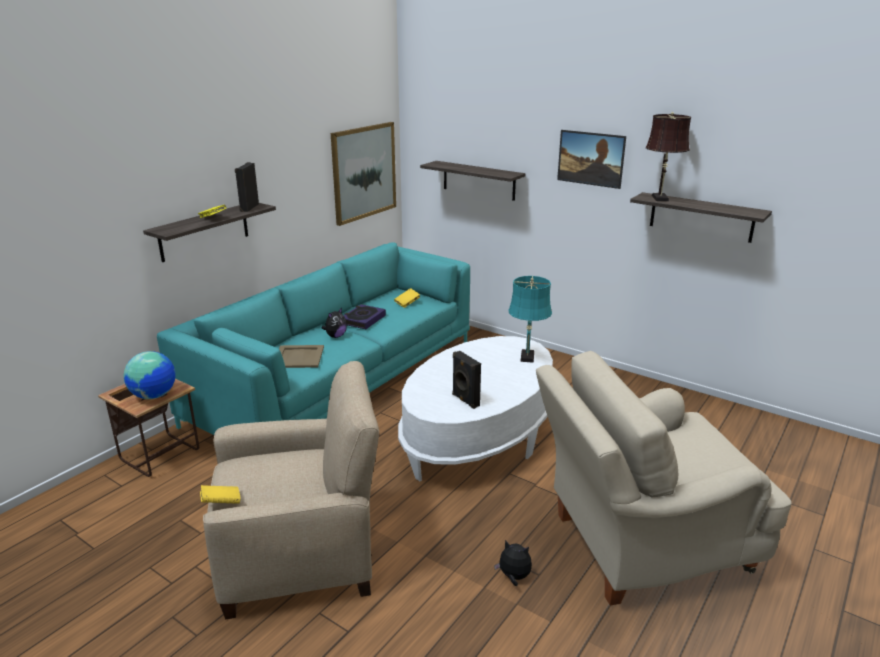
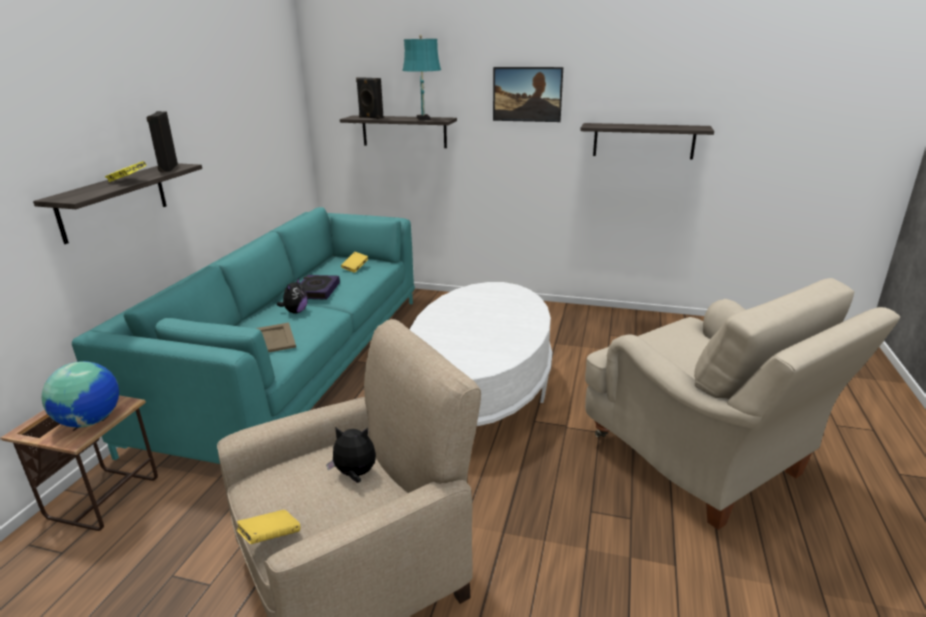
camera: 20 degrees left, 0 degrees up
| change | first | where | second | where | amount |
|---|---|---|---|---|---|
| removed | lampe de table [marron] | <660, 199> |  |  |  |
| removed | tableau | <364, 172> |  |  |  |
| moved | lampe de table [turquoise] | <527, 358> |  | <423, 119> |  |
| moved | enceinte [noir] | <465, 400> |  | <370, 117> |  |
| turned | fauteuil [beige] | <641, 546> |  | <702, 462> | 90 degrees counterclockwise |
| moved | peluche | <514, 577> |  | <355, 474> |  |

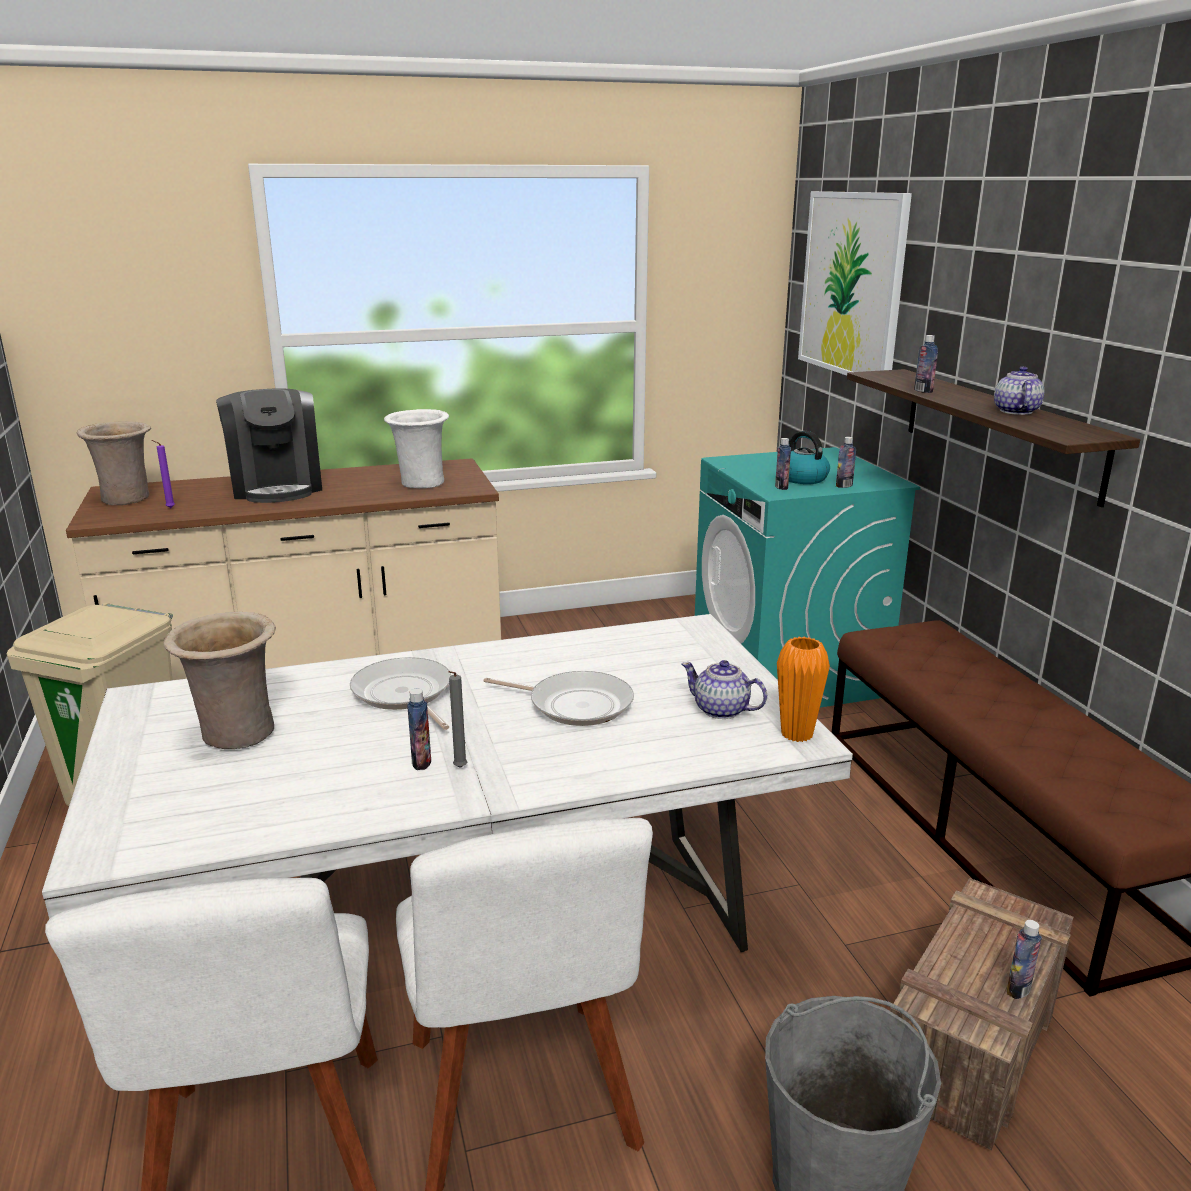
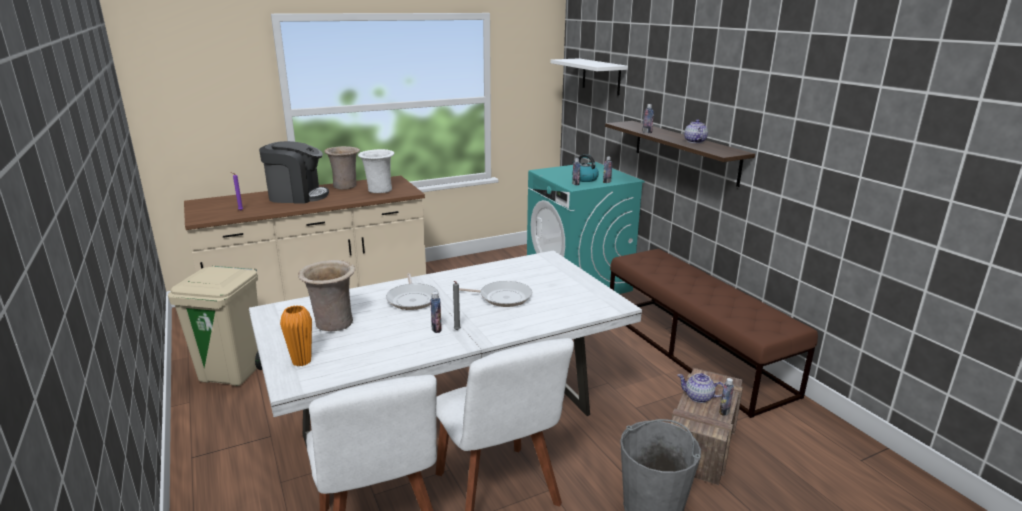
camera: 10 degrees left, 0 degrees up
| change | first | where | second | where | amount |
|---|---|---|---|---|---|
| replaced | tableau | <852, 285> | étagère [blanc] | <601, 76> |  |
| turned | machine à café | <277, 487> |  | <297, 196> | 60 degrees counterclockwise |
| moved | vase [beige] | <128, 499> |  | <346, 186> |  |
| moved | vase [orange] | <797, 734> |  | <301, 361> |  |
| turned | poêle | <404, 694> |  | <413, 299> | 150 degrees counterclockwise |
| moved | théière | <721, 710> |  | <699, 397> |  |

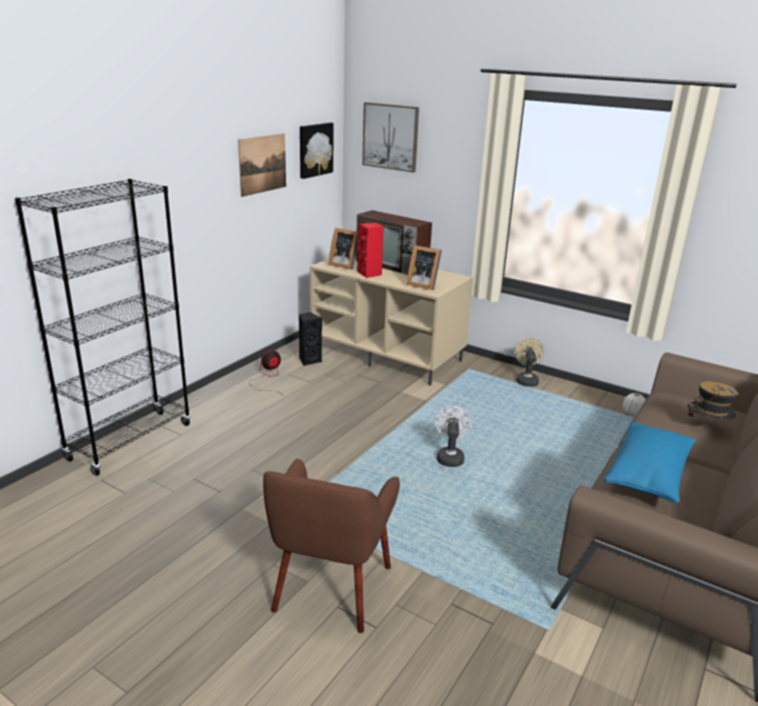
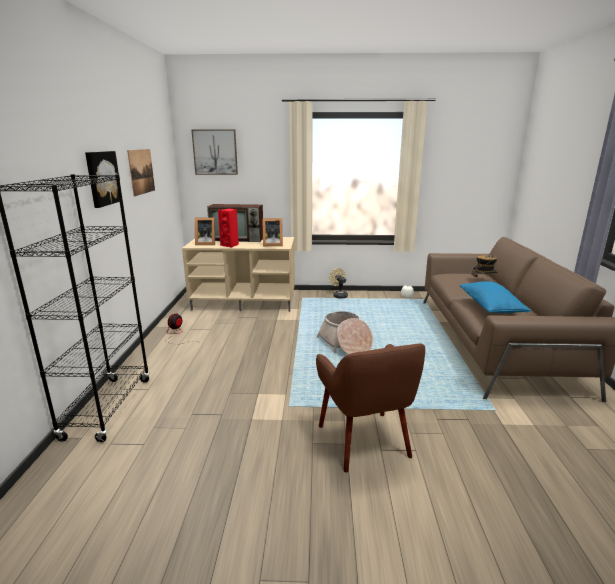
camera: 30 degrees left, 5 degrees down
| change | first | where | second | where | amount |
|---|---|---|---|---|---|
| moved | tableau | <314, 149> |  | <102, 178> |  |
| removed | enceinte [noir] | <309, 360> |  |  |  |
| replaced | ventilateur [blanc] | <450, 457> | panier | <345, 344> |  |

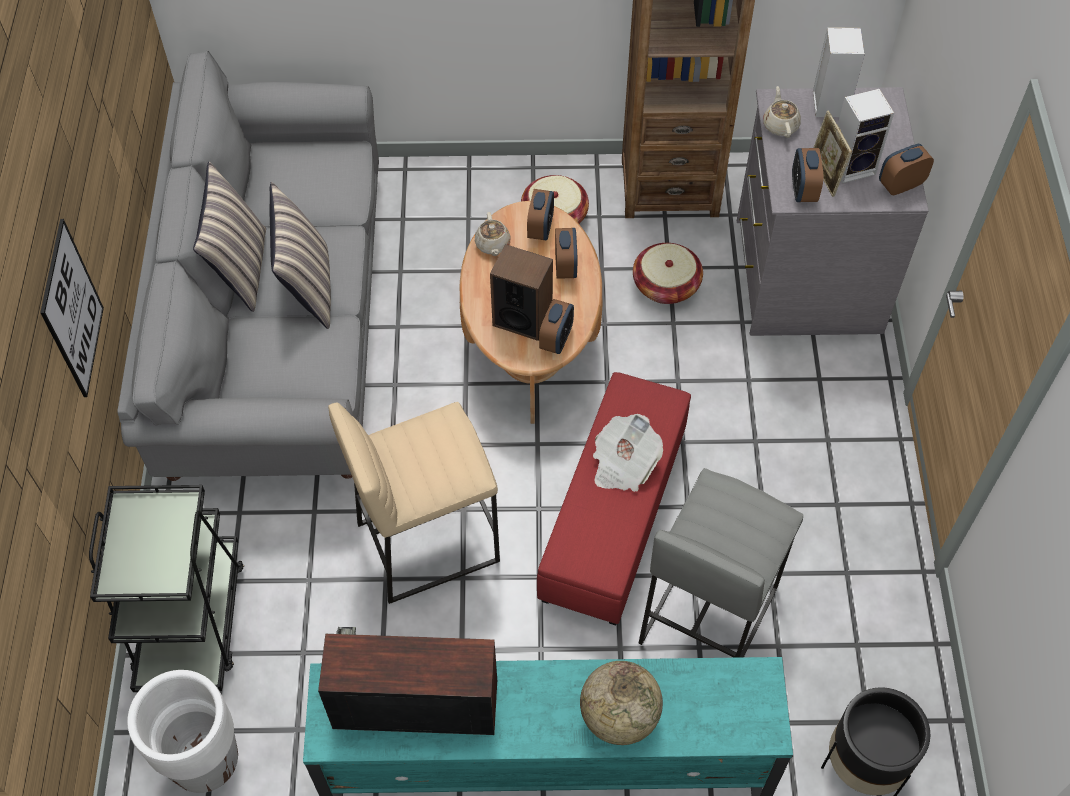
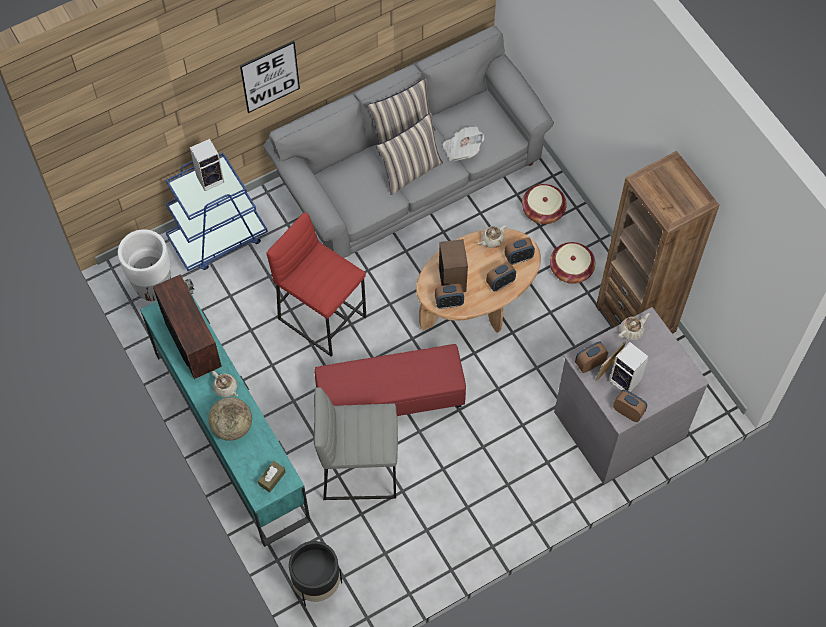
camera: 60 degrees right, 5 degrees up
| change | first | where | second | where | amount |
|---|---|---|---|---|---|
| moved | enceinte | <829, 102> |  | <211, 178> |  |
| moved | panier | <666, 285> |  | <543, 210> |  |
| recoloured | tabouret [beige] | <427, 541> | tabouret [rouge] | <322, 317> |  |
| moved | journal | <623, 464> |  | <462, 149> |  |
| recoloured | chariot [noir] | <191, 620> | chariot [bleu] | <218, 238> |  |
| added |  |  | théière [beige] | <226, 388> |  |
| added |  |  | boîte à mouchoirs [marron] | <272, 478> |  |

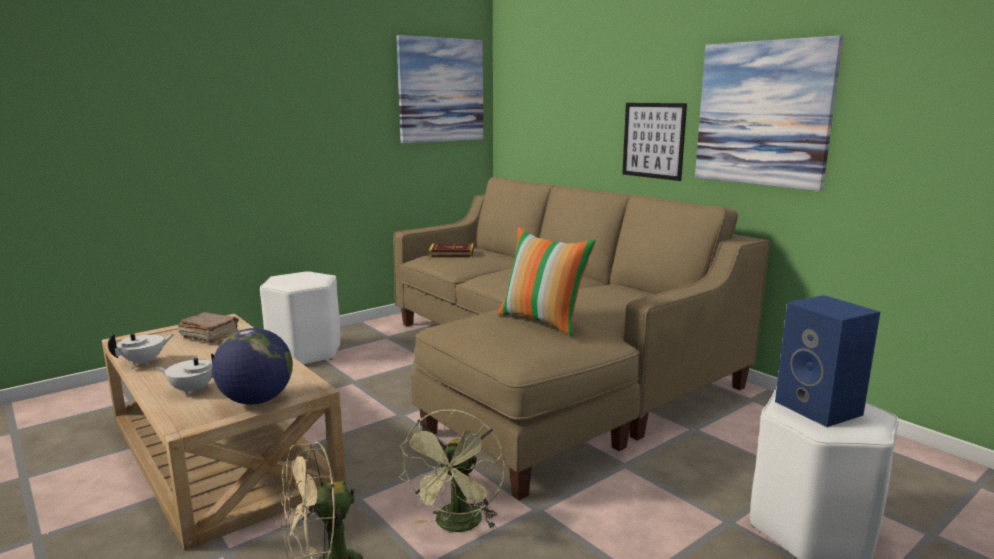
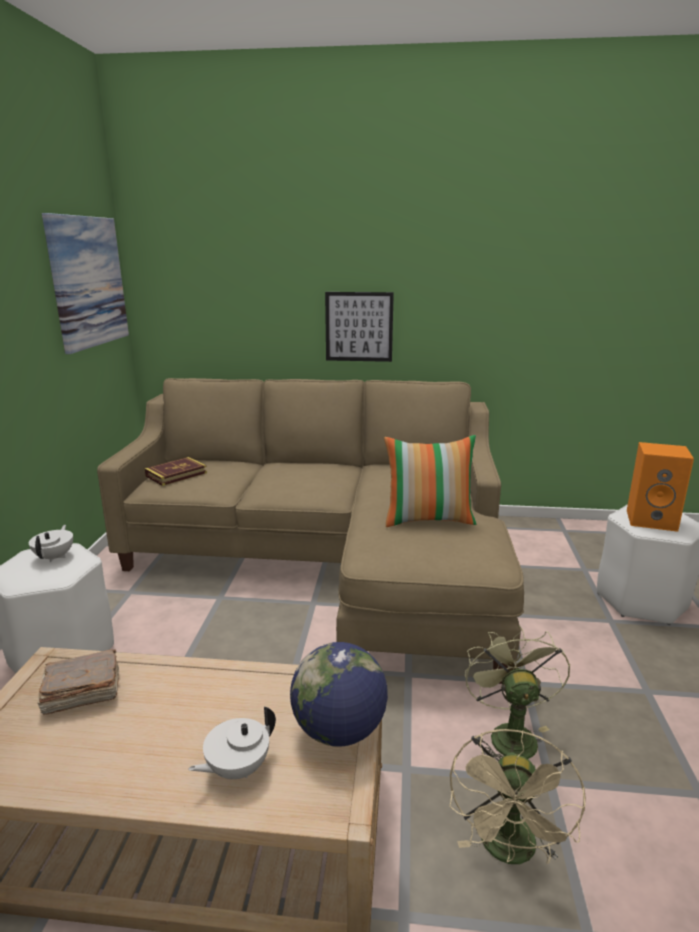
camera: 45 degrees left, 5 degrees up
| change | first | where | second | where | amount |
|---|---|---|---|---|---|
| removed | tableau | <763, 114> |  |  |  |
| recoloured | enceinte [bleu] | <820, 408> | enceinte [orange] | <652, 520> |  |
| moved | théière [blanc] | <144, 362> |  | <55, 557> |  |
| turned | ventilateur [vert] | <457, 526> |  | <508, 733> | 150 degrees counterclockwise |

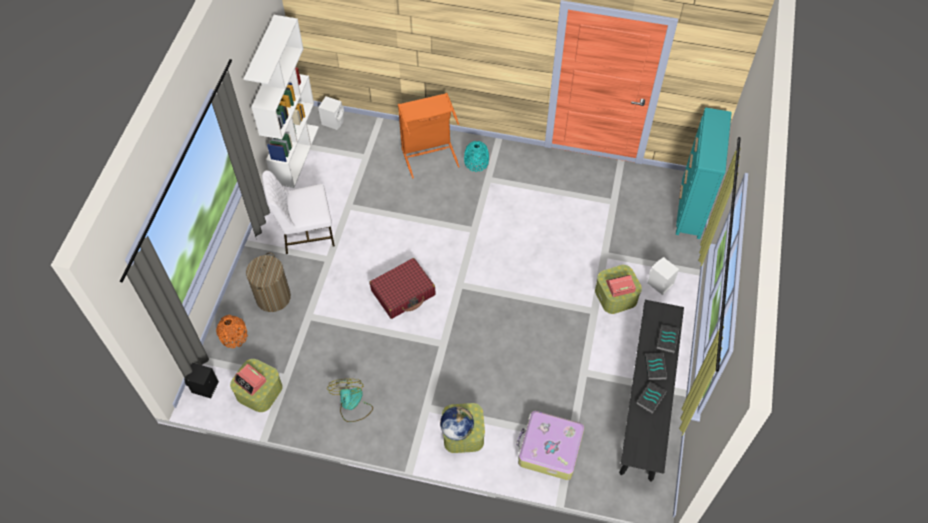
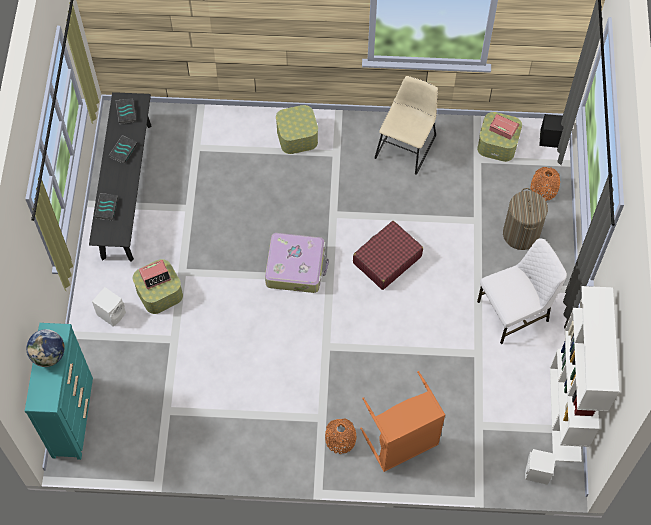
camera: 170 degrees right, 5 degrees up
| change | first | where | second | where | amount |
|---|---|---|---|---|---|
| recoloured | vase [turquoise] | <476, 162> | vase [orange] | <340, 439> |  |
| moved | livre | <655, 368> |  | <125, 112> |  |
| replaced | ventilateur | <352, 404> | chaise [beige] | <406, 145> |  |
| moved | globe | <456, 429> |  | <49, 355> |  |
| moved | valise | <549, 449> |  | <296, 267> |  |

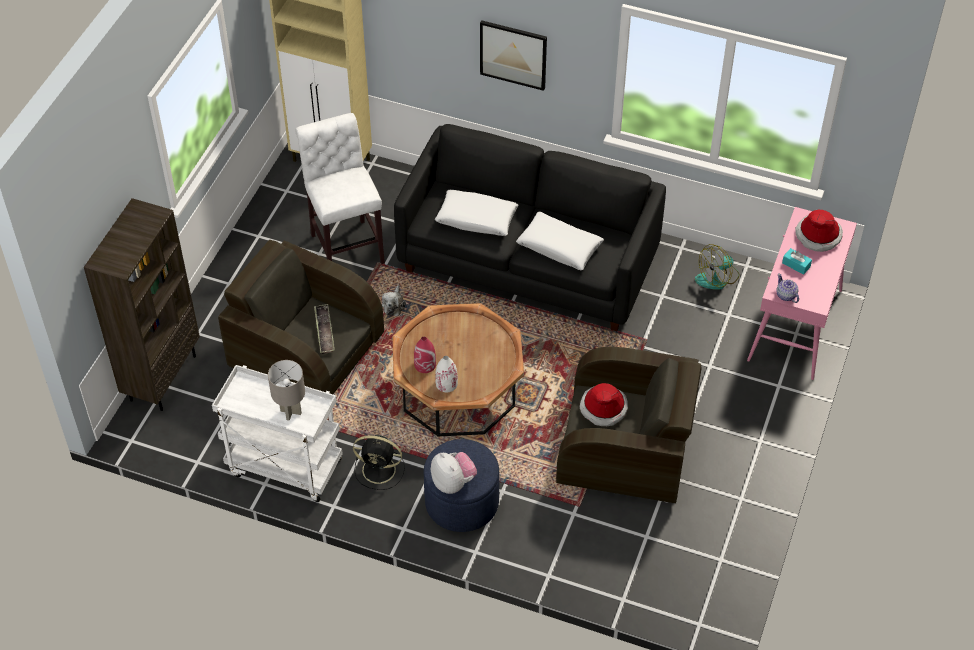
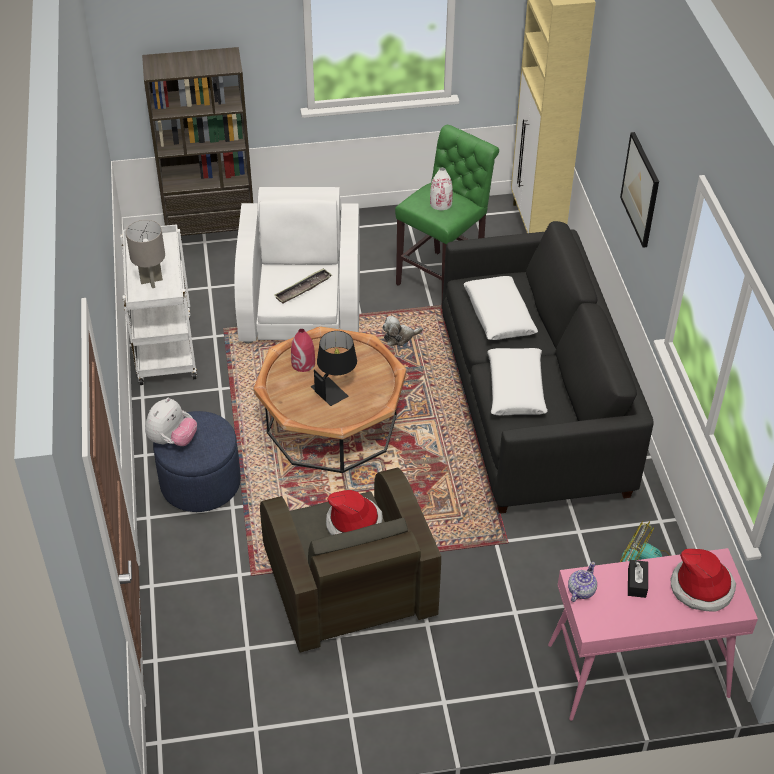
camera: 60 degrees right, 5 degrees down
| change | first | where | second | where | amount |
|---|---|---|---|---|---|
| recoloured | tabouret [blanc] | <346, 246> | tabouret [vert] | <443, 277> |  |
| recoloured | fauteuil [marron] | <305, 352> | fauteuil [blanc] | <301, 306> |  |
| recoloured | boîte à mouchoirs [turquoise] | <796, 265> | boîte à mouchoirs [noir] | <636, 583> |  |
| moved | vase [blanc] | <446, 383> |  | <441, 203> |  |
| removed | ventilateur [noir] | <380, 470> |  |  |  |
| added |  |  | lampe de table [noir] | <335, 387> |  |

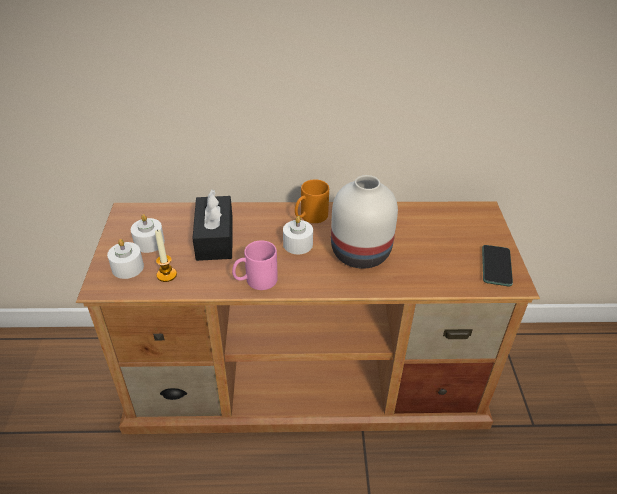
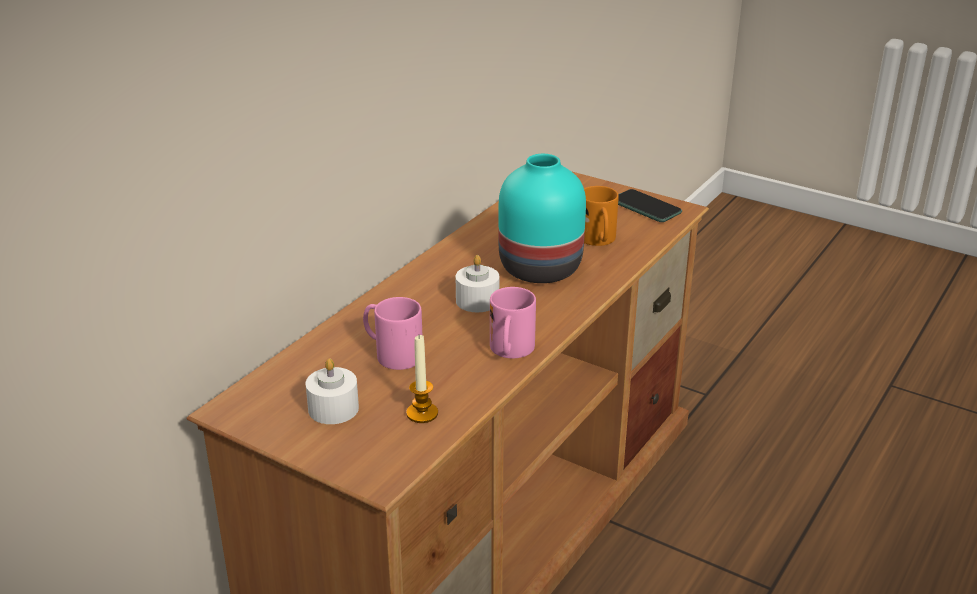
camera: 55 degrees left, 10 degrees down
| change | first | where | second | where | amount |
|---|---|---|---|---|---|
| recoloured | vase [blanc] | <359, 254> | vase [turquoise] | <541, 269> |  |
| moved | mug [orange] | <310, 217> |  | <599, 240> |  |
| replaced | boîte à mouchoirs [noir] | <215, 238> | mug [rose] | <391, 354> |  |
| removed | bougie [blanc] | <127, 267> |  |  |  |

